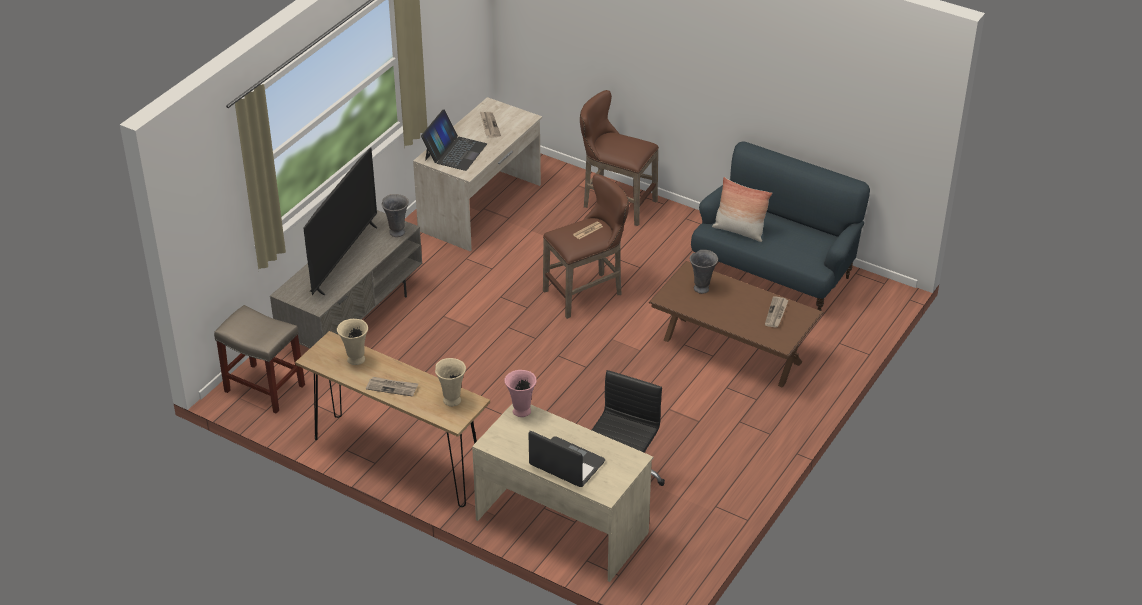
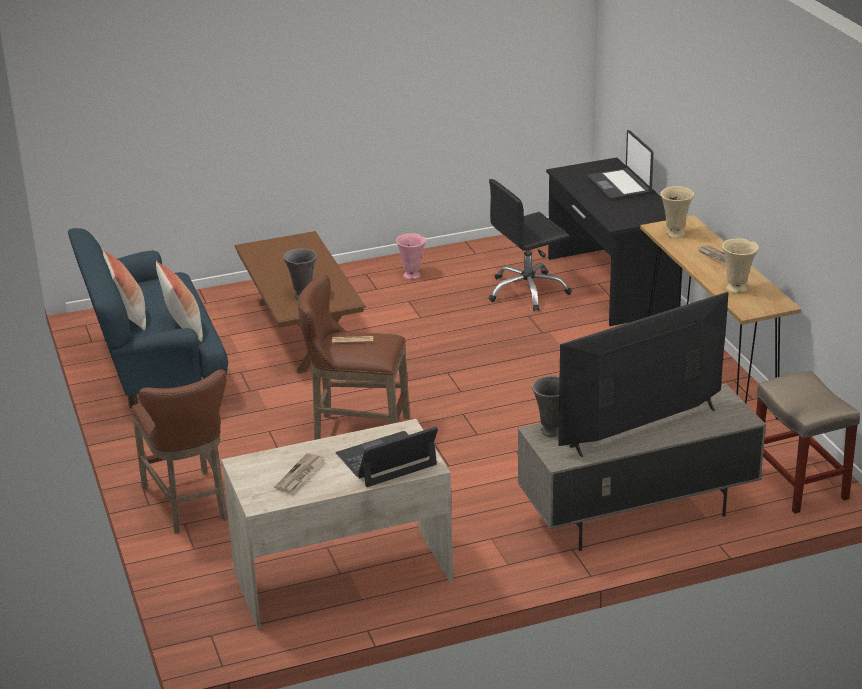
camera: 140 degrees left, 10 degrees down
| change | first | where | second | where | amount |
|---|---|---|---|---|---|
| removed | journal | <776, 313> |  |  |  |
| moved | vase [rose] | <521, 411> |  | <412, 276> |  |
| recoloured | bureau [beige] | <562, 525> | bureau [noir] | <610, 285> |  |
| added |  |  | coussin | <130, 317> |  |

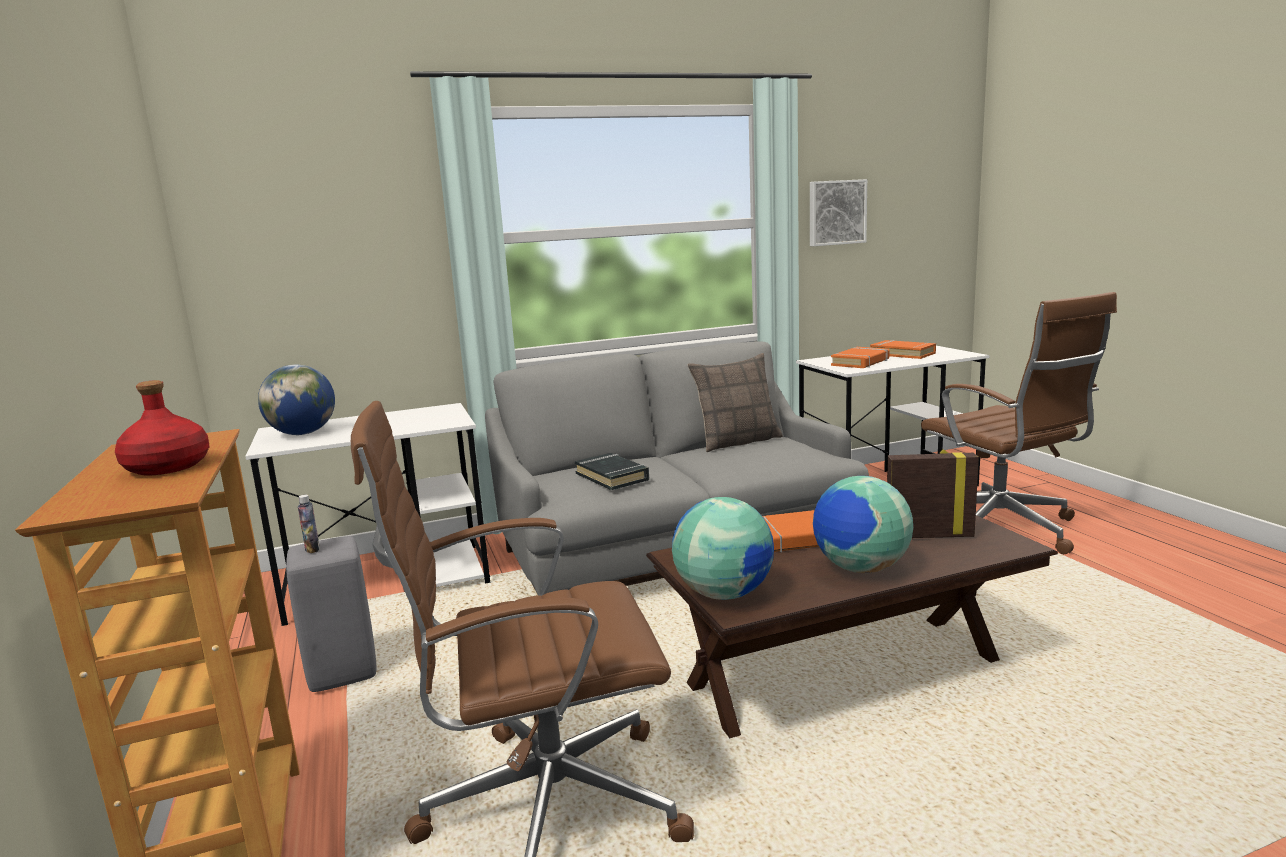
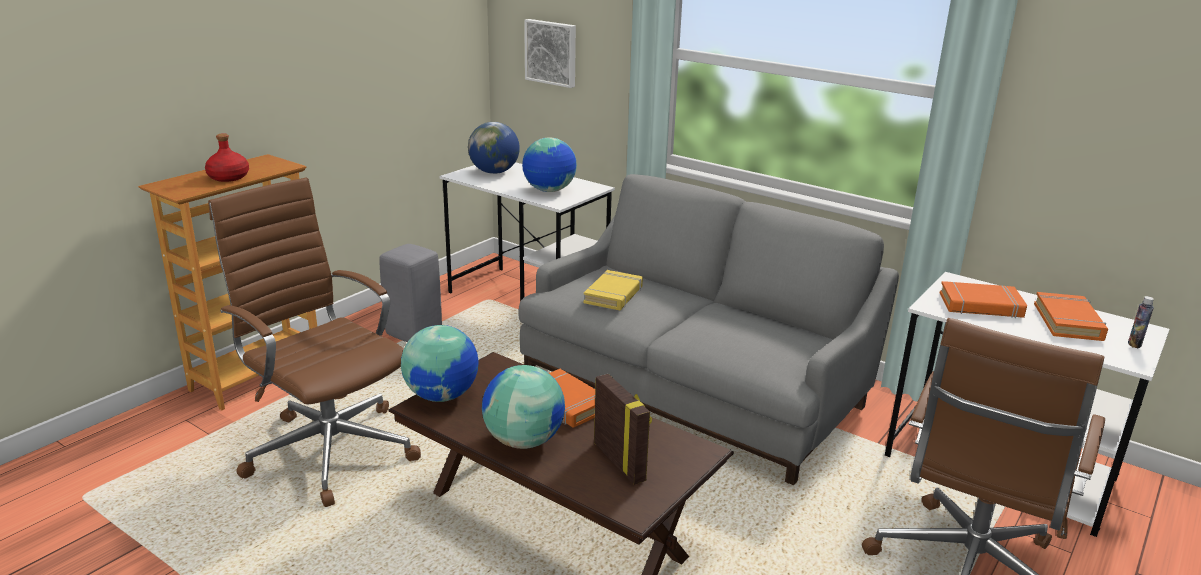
camera: 55 degrees right, 10 degrees up
| change | first | where | second | where | amount |
|---|---|---|---|---|---|
| moved | tableau | <836, 212> |  | <552, 52> |  |
| removed | coussin | <737, 441> |  |  |  |
| recoloured | livre [noir] | <612, 476> | livre [jaune] | <614, 295> |  |
| moved | bouteille | <312, 549> |  | <1134, 344> |  |
| added |  |  | globe | <549, 190> |  |

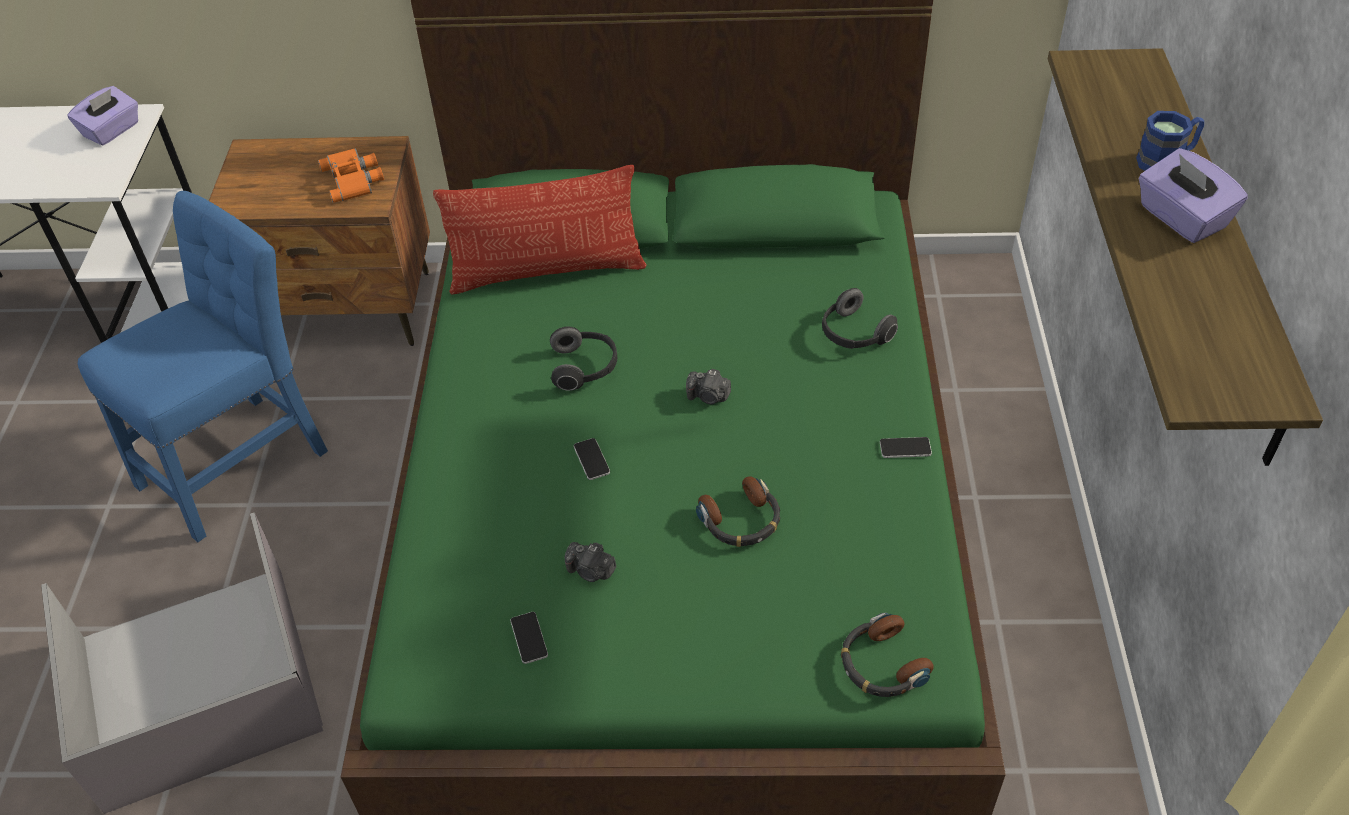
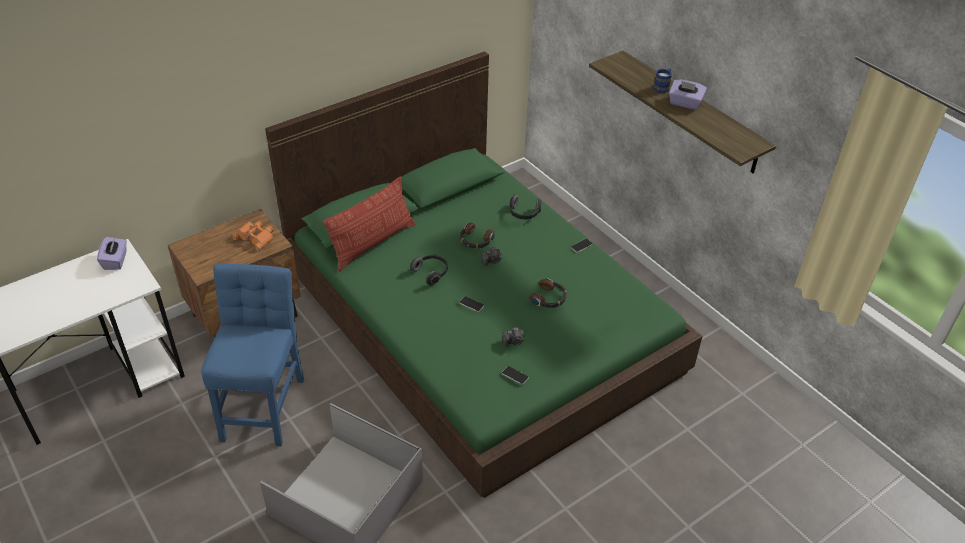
camera: 40 degrees left, 5 degrees down
| change | first | where | second | where | amount |
|---|---|---|---|---|---|
| moved | casque audio | <881, 664> |  | <475, 240> |  |

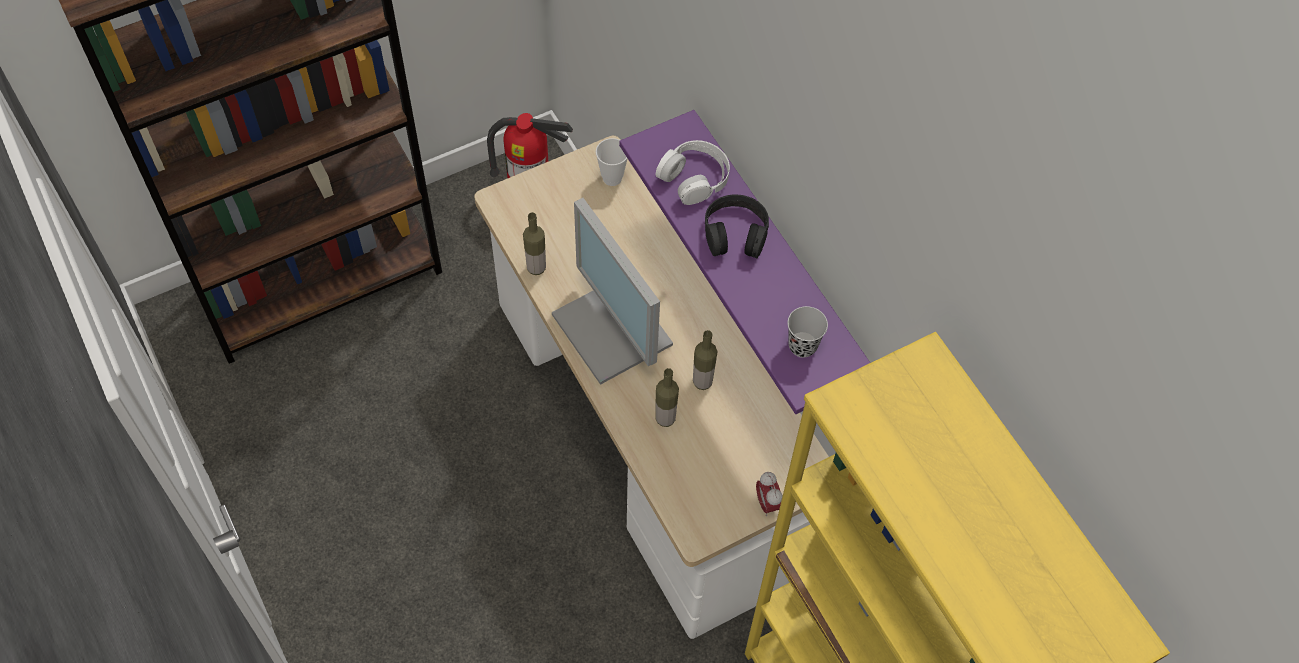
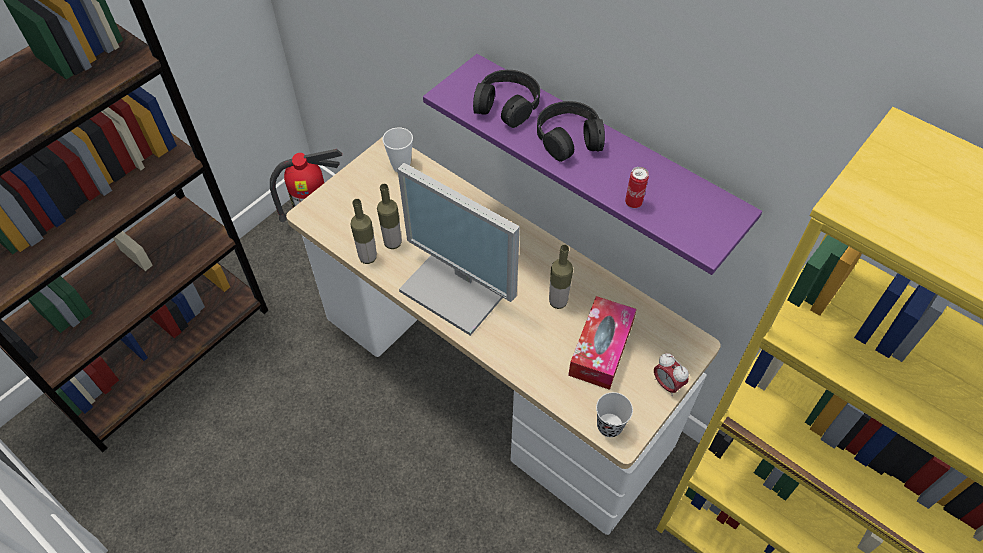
camera: 20 degrees left, 5 degrees down
| change | first | where | second | where | amount |
|---|---|---|---|---|---|
| recoloured | casque audio [blanc] | <694, 177> | casque audio [noir] | <507, 105> |  |
| moved | tasse [noir] | <802, 345> |  | <609, 426> |  |
| moved | bouteille | <665, 418> |  | <392, 243> |  |
| added |  |  | boîte métallique | <633, 202> |  |
| added |  |  | boîte à mouchoirs | <601, 349> |  |

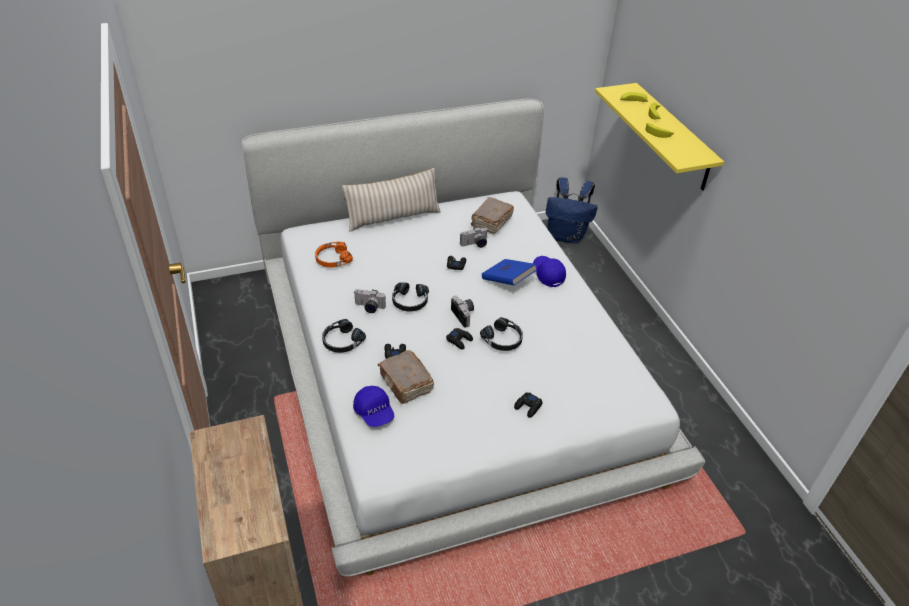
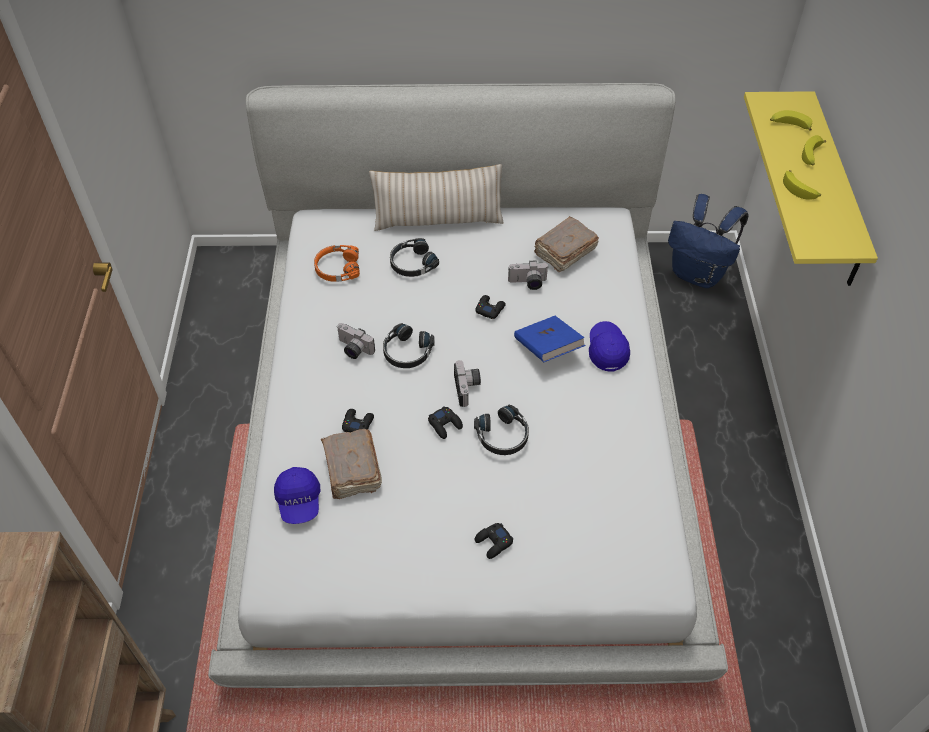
camera: 20 degrees right, 10 degrees up
| change | first | where | second | where | amount |
|---|---|---|---|---|---|
| moved | casque audio [noir] | <342, 341> |  | <412, 263> |  |

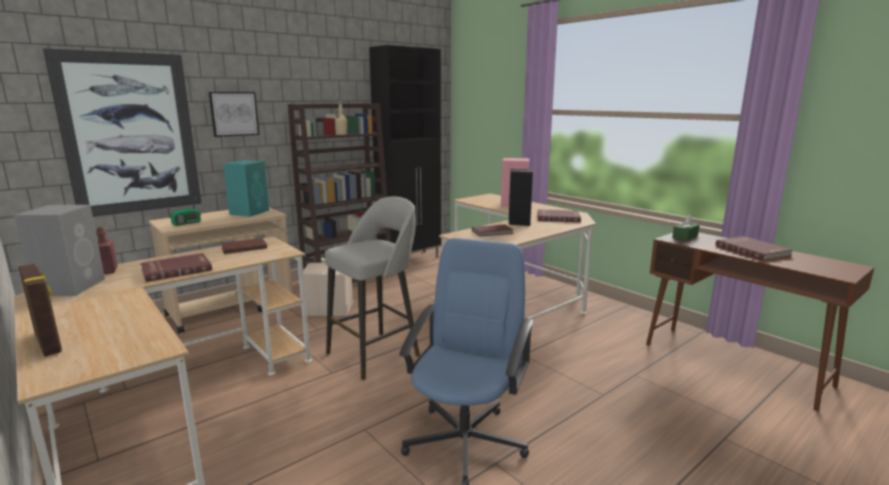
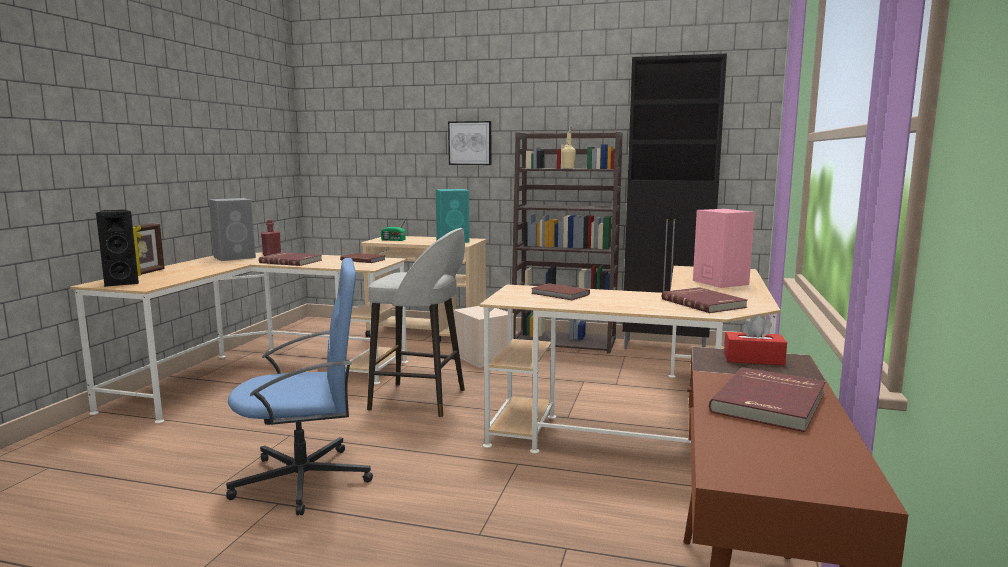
camera: 55 degrees right, 5 degrees down
| change | first | where | second | where | amount |
|---|---|---|---|---|---|
| removed | tableau | <130, 134> |  |  |  |
| moved | enceinte [noir] | <519, 223> |  | <122, 283> |  |
| recoloured | boîte à mouchoirs [vert] | <685, 237> | boîte à mouchoirs [rouge] | <753, 359> |  |

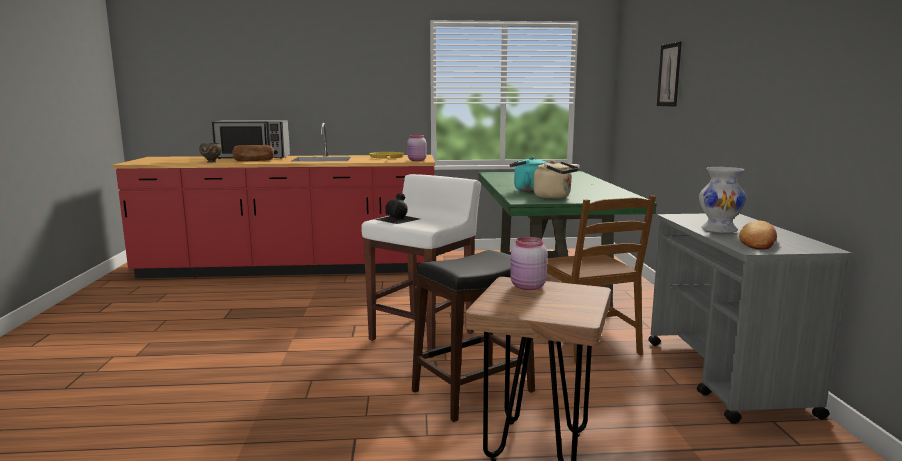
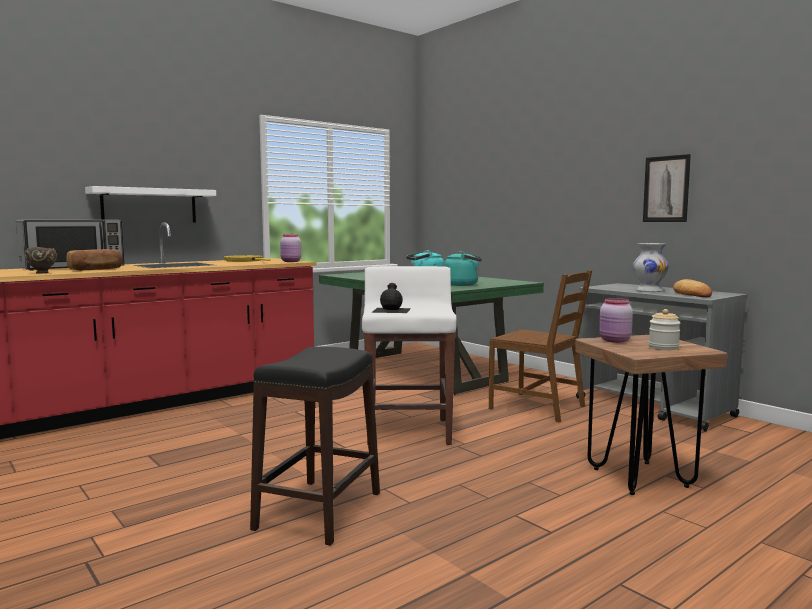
camera: 35 degrees left, 5 degrees down
| change | first | where | second | where | amount |
|---|---|---|---|---|---|
| moved | tableau | <669, 75> |  | <666, 189> |  |
| recoloured | bouilloire [beige] | <554, 197> | bouilloire [turquoise] | <463, 285> |  |
| moved | tabouret [noir] | <474, 391> |  | <320, 510> |  |
| added |  |  | étagère [blanc] | <149, 205> |  |
| added |  |  | bocal | <663, 347> |  |

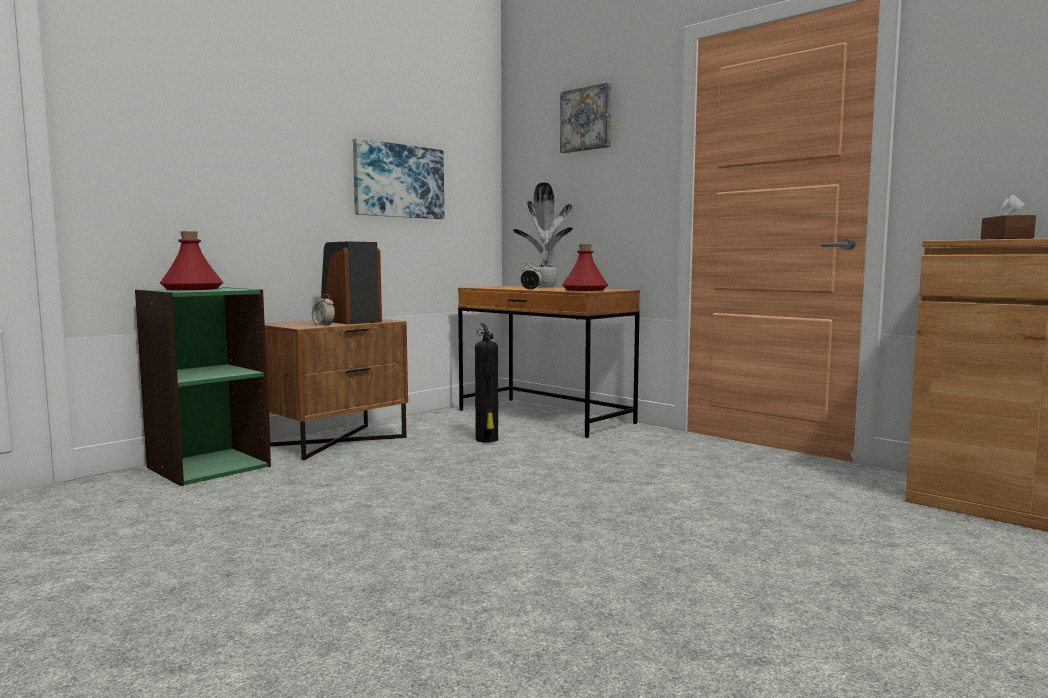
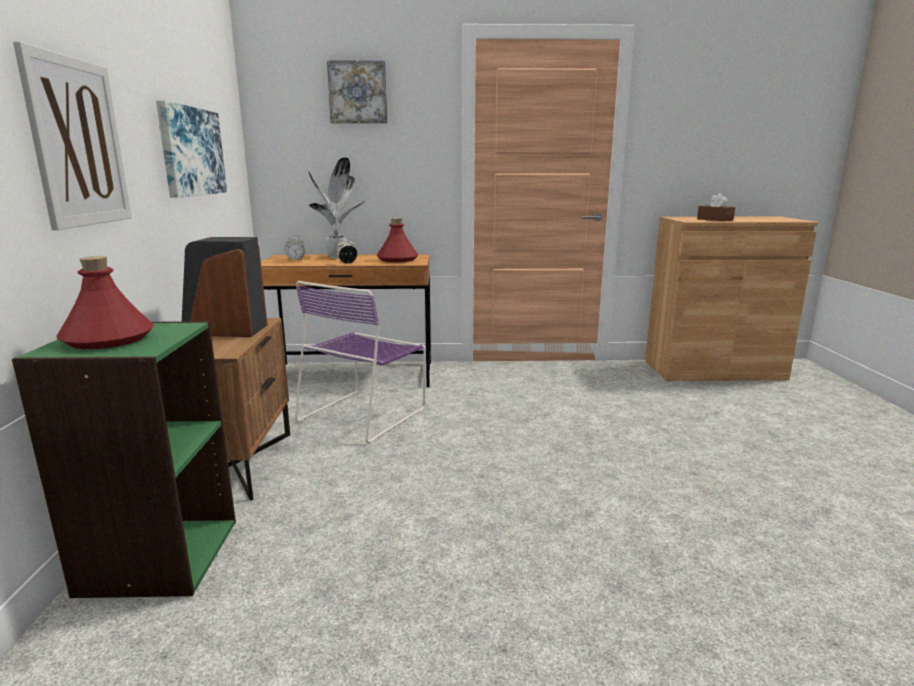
camera: 45 degrees left, 10 degrees up
| change | first | where | second | where | amount |
|---|---|---|---|---|---|
| moved | réveil | <323, 325> |  | <295, 260> |  |
| replaced | extincteur | <487, 440> | chaise [violet] | <364, 413> |  |
| added |  |  | tableau | <78, 143> |  |

